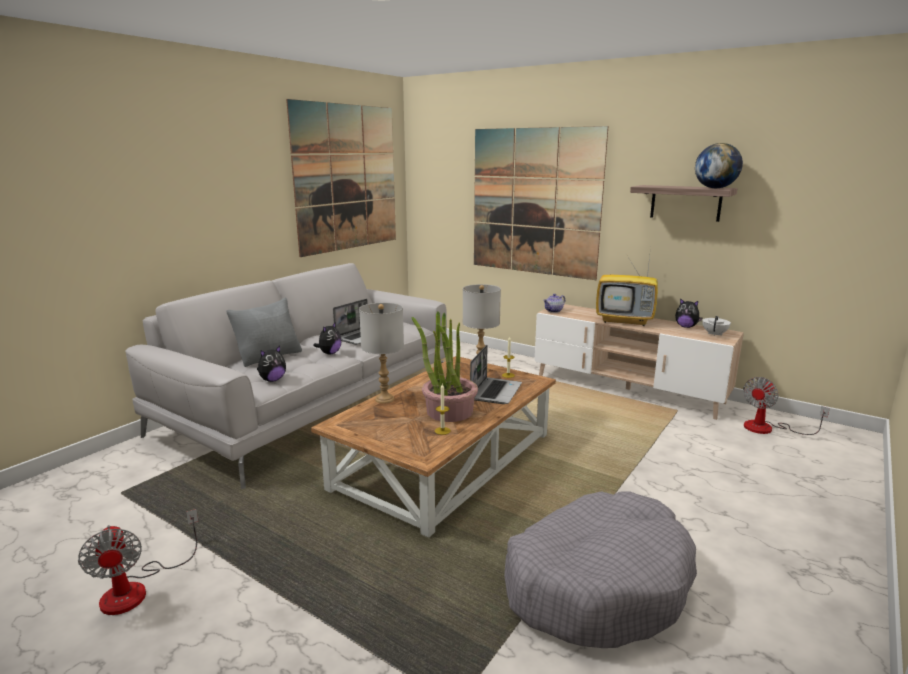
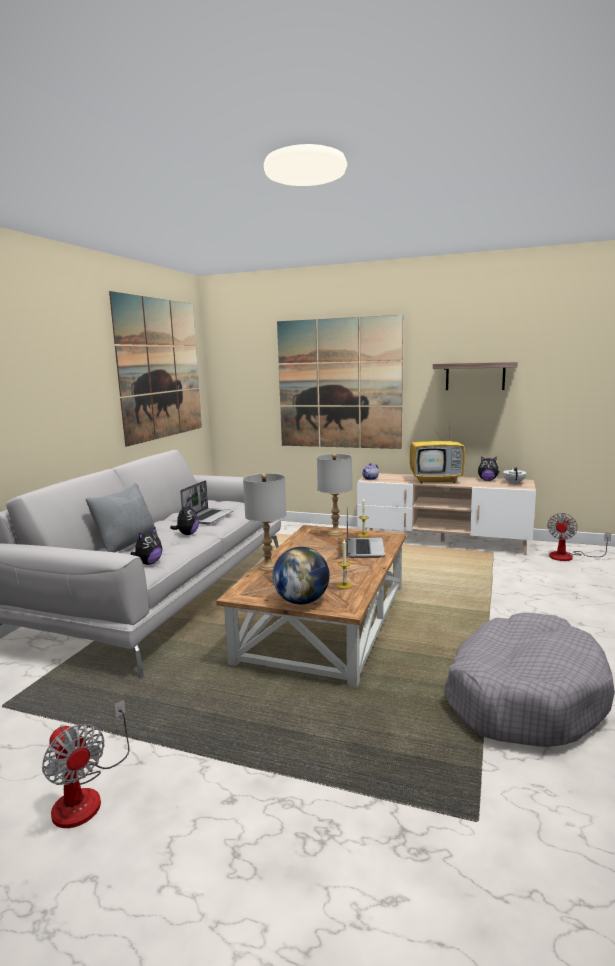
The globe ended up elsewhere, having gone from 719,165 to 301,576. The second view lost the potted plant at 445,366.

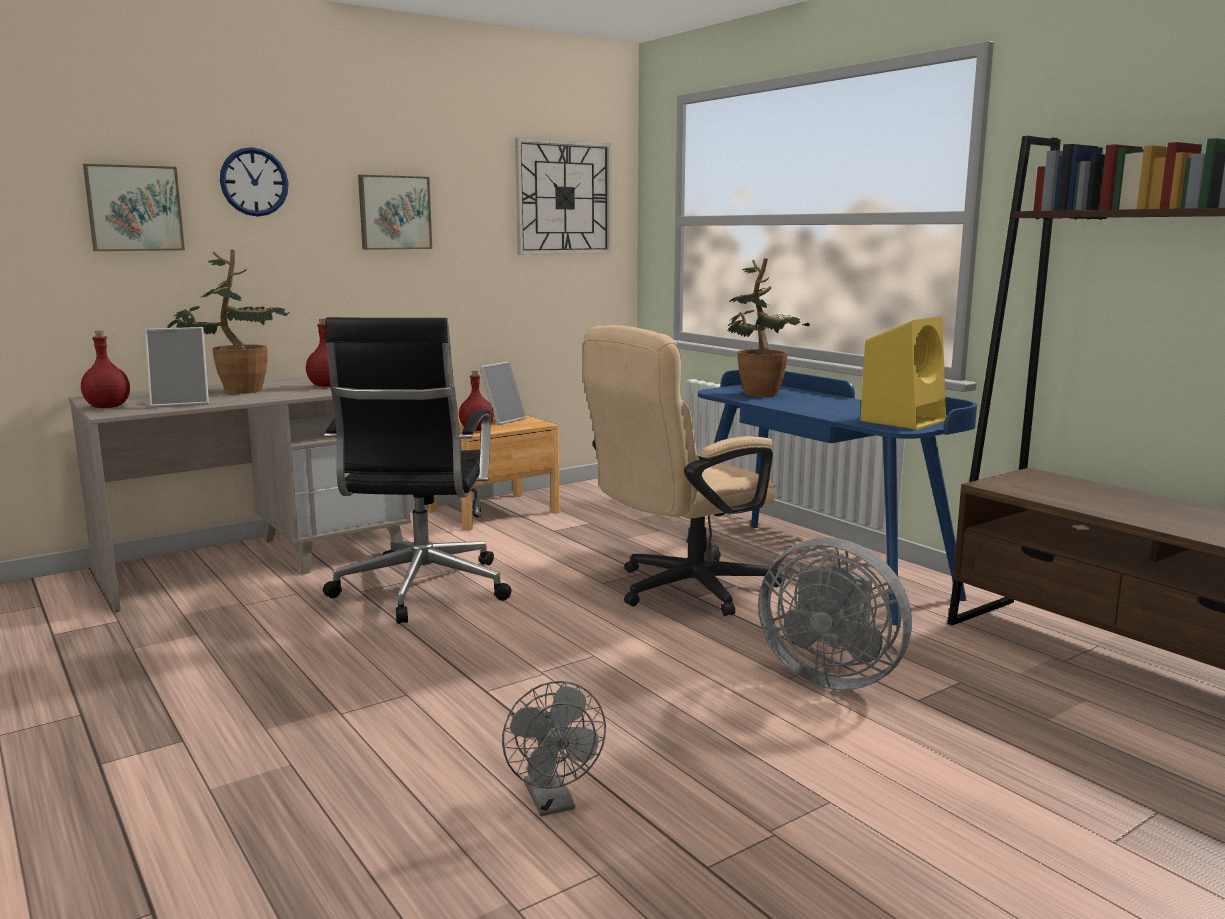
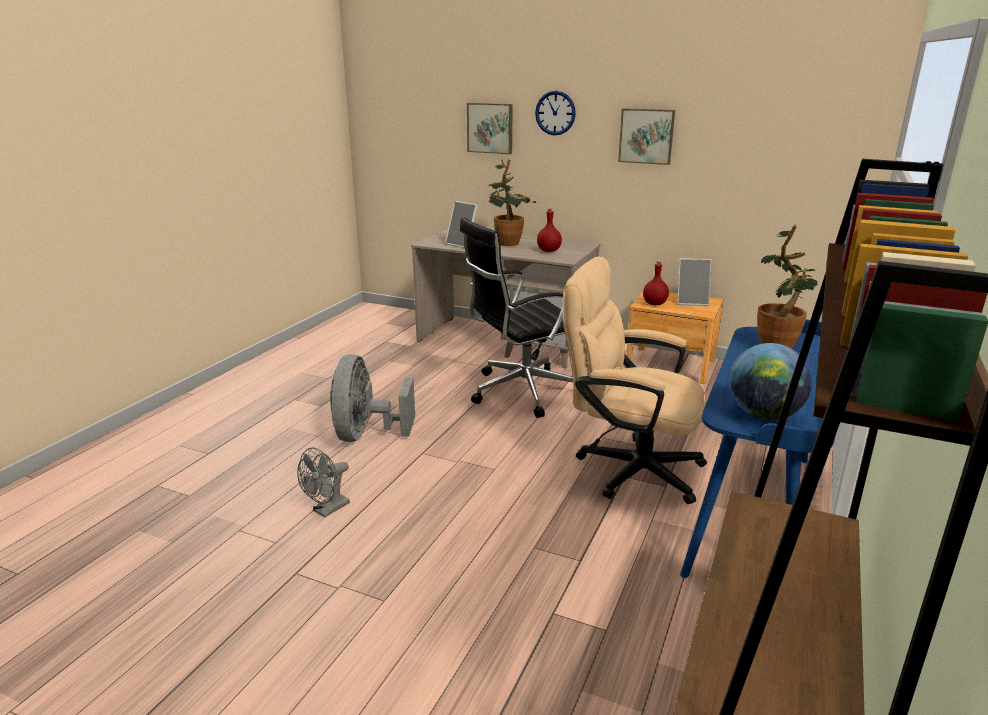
The second view lost the wall clock at 563,196. Where the speaker (yellow) stood at 903,373, the globe came to stand at 770,381. The second view lost the bottle (red) at 105,369. The fan (grey) ended up elsewhere, having gone from 835,614 to 372,398.

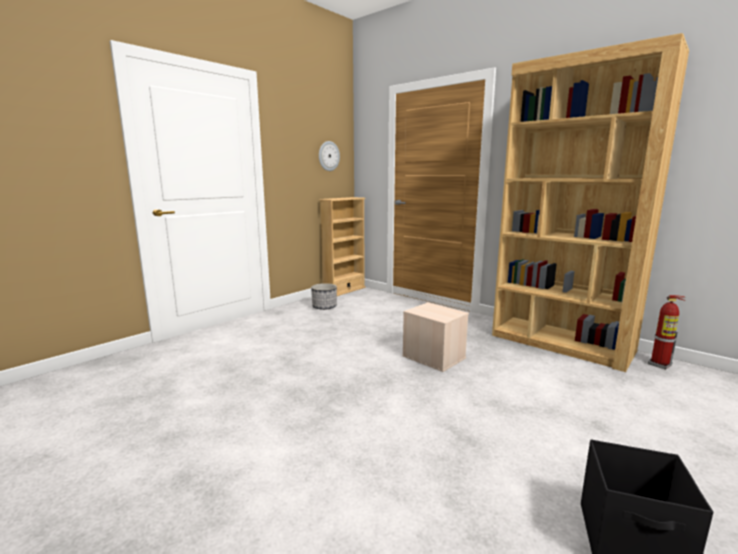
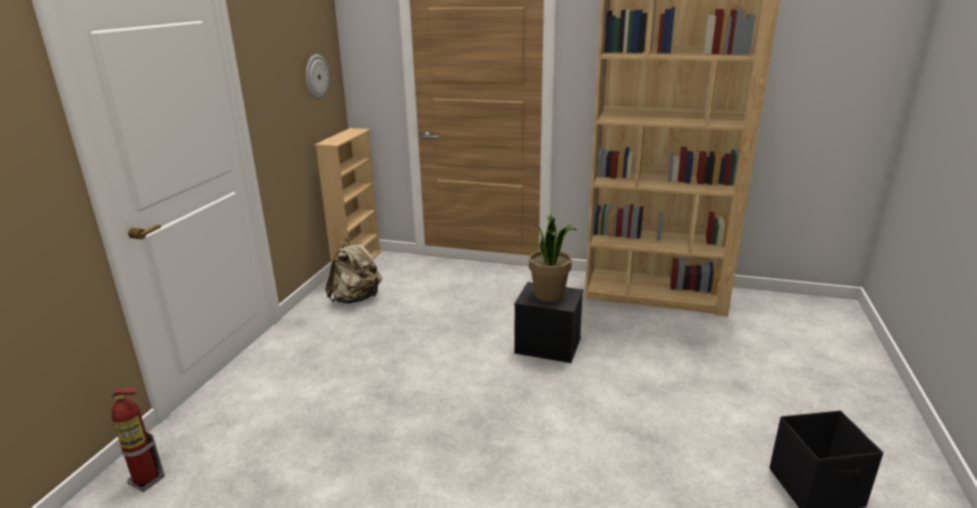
Where the planter stood at 324,296, the backpack (beige) came to stand at 353,271. The fire extinguisher ended up elsewhere, having gone from 667,332 to 138,440. What was the storage box (beige) at 435,337 turned into the storage box (black) at 548,322. The second view gained the potted plant at 553,258.

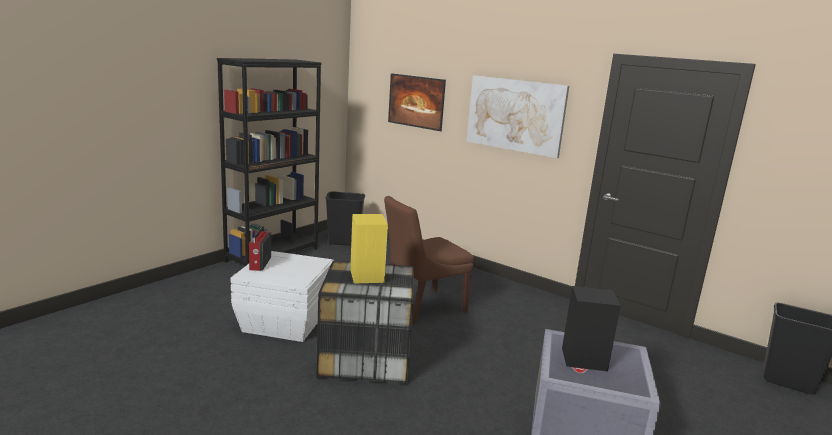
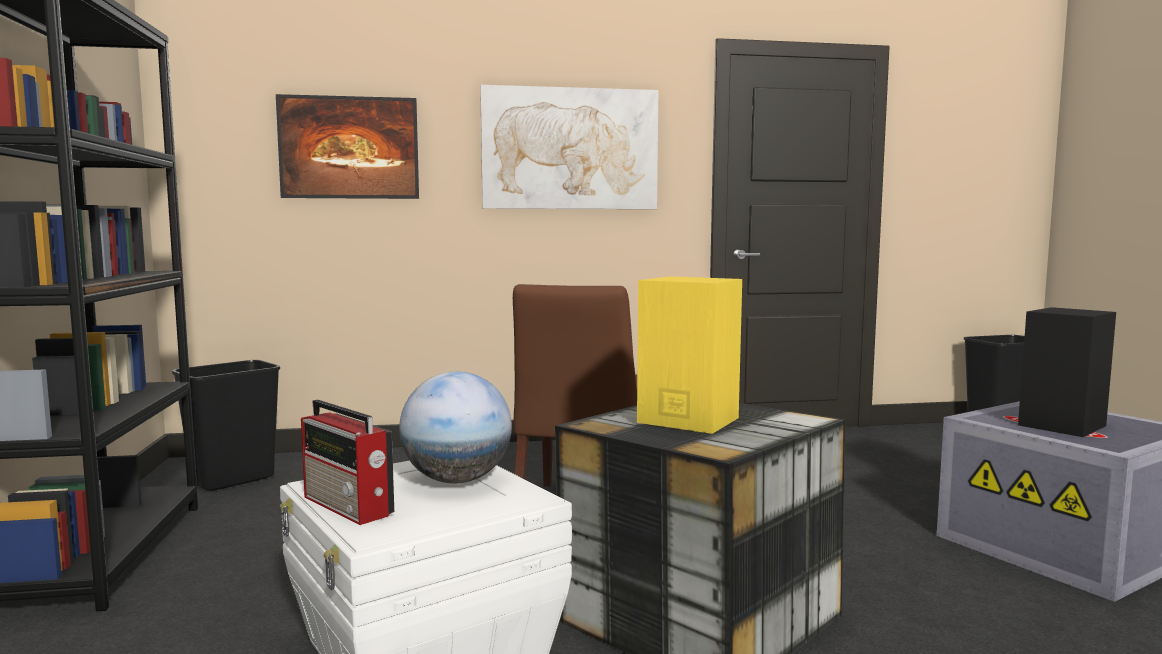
The second view gained the globe at 455,427.

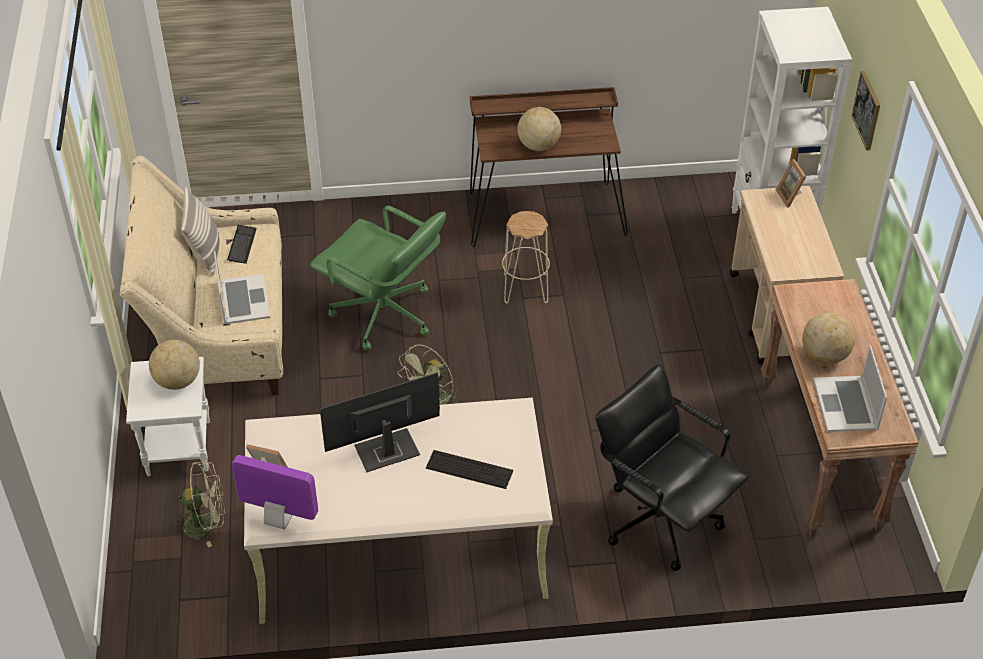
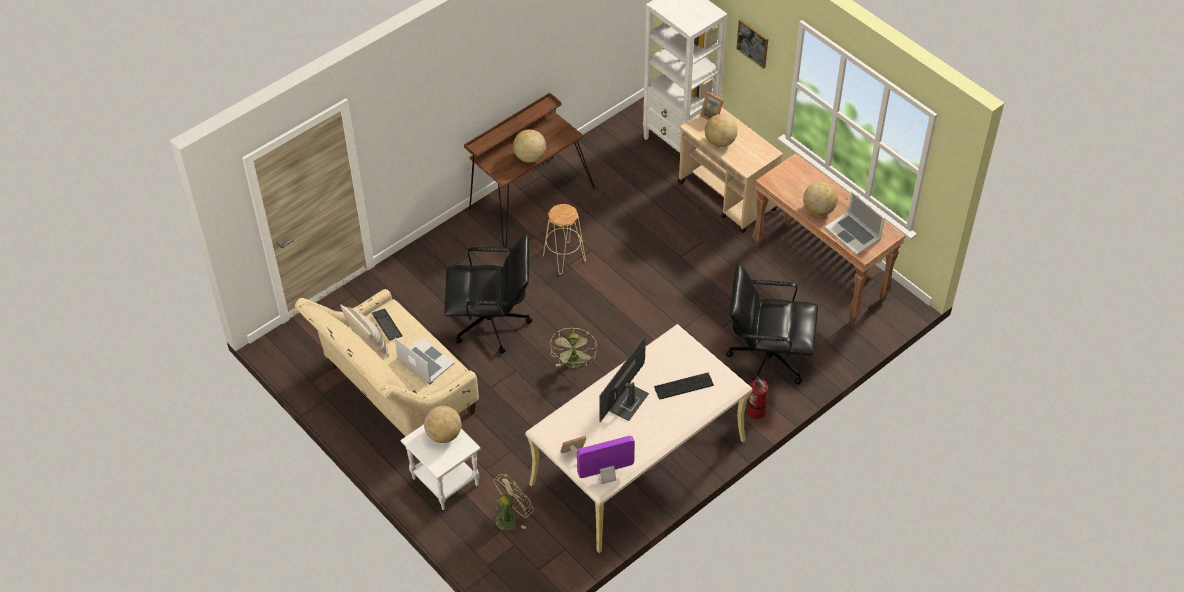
What was the office chair (green) at 378,278 turned into the office chair (black) at 488,293. The second view gained the globe at 721,130. The second view gained the fire extinguisher at 757,397.

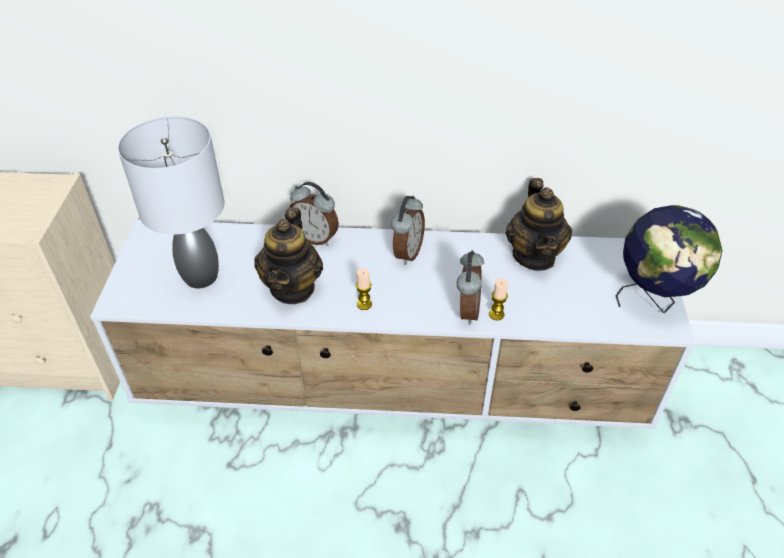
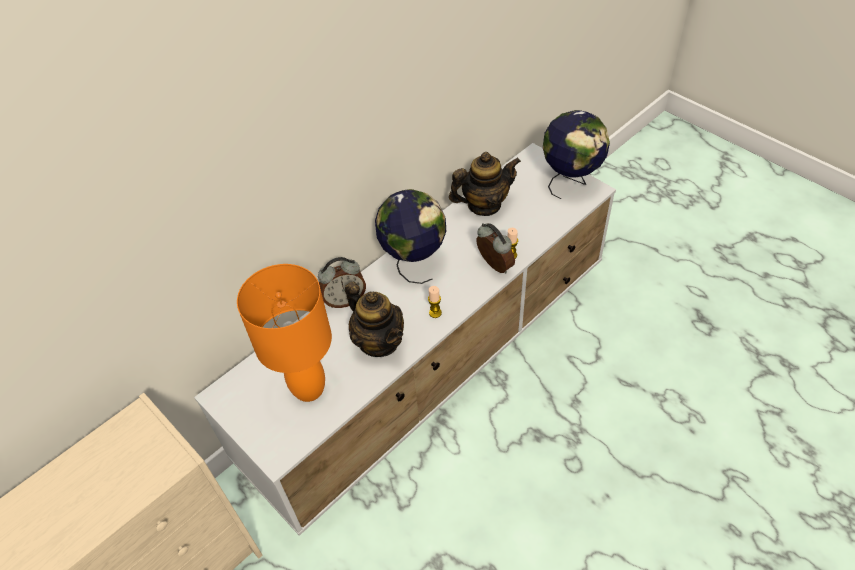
What was the table lamp (grey) at 171,202 turned into the table lamp (orange) at 284,333. The teapot at 538,224 ended up facing another way, 60 degrees counterclockwise from before. Where the alarm clock stood at 408,230, the globe came to stand at 410,236.

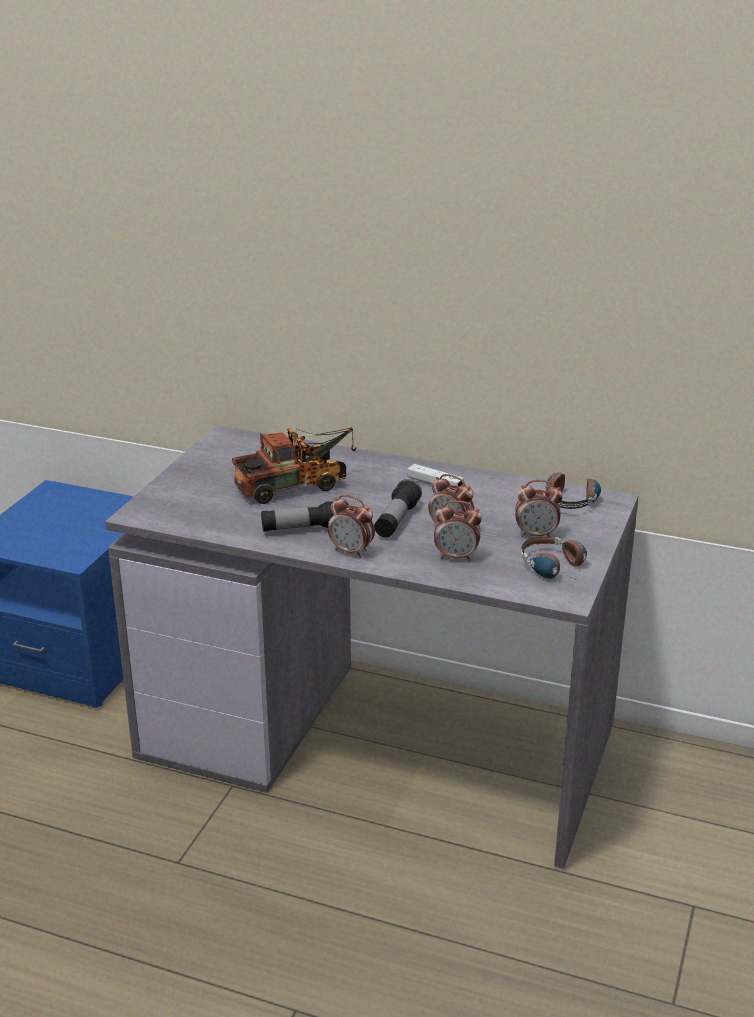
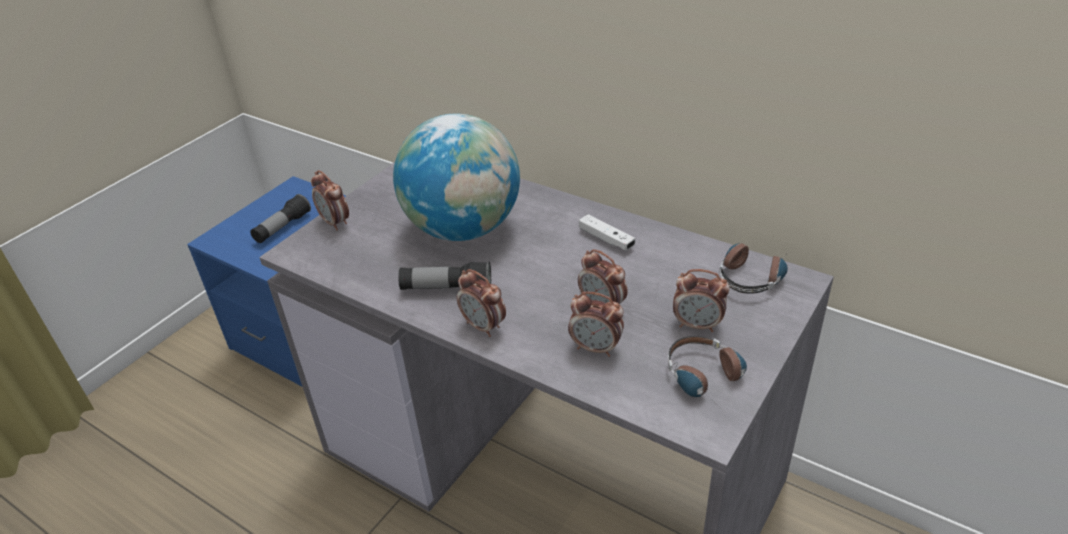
Where the toy truck stood at 294,465, the globe came to stand at 456,177. The flashlight ended up elsewhere, having gone from 398,508 to 280,218. The second view gained the alarm clock at 330,200.

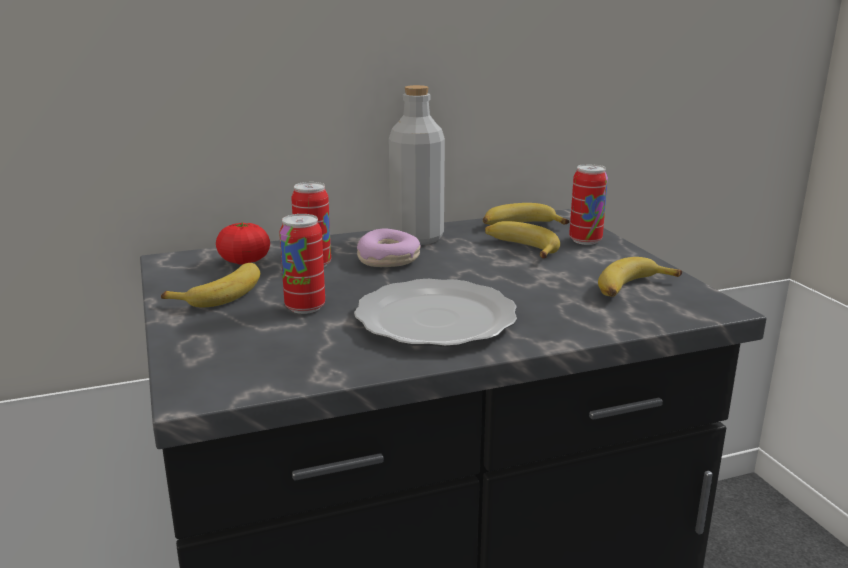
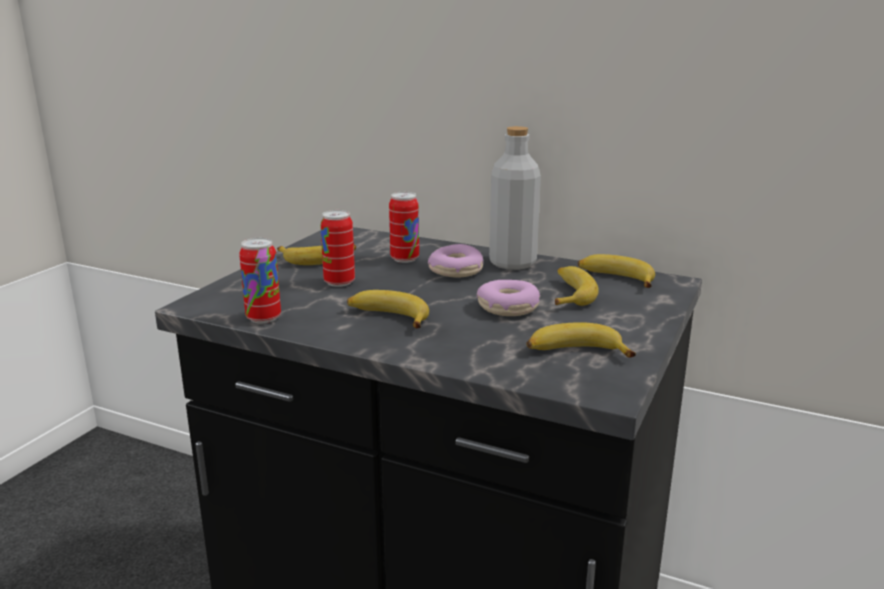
The can ended up elsewhere, having gone from 588,204 to 260,280. The second view lost the tomato at 243,243. Where the plate stood at 435,313, the banana came to stand at 388,309. The second view gained the donut at 508,298.

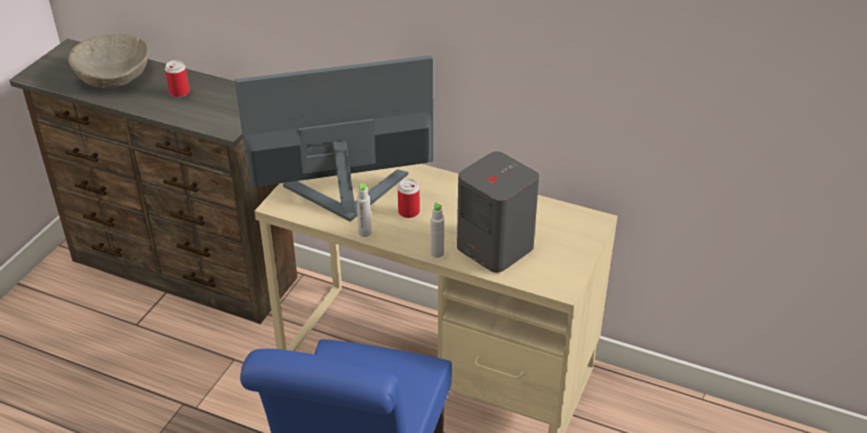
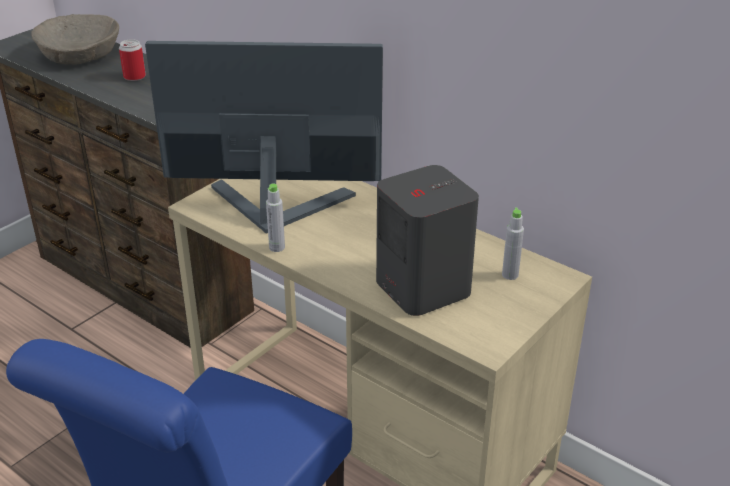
The second view lost the can at 409,198. The bottle (grey) ended up elsewhere, having gone from 437,230 to 513,244.

